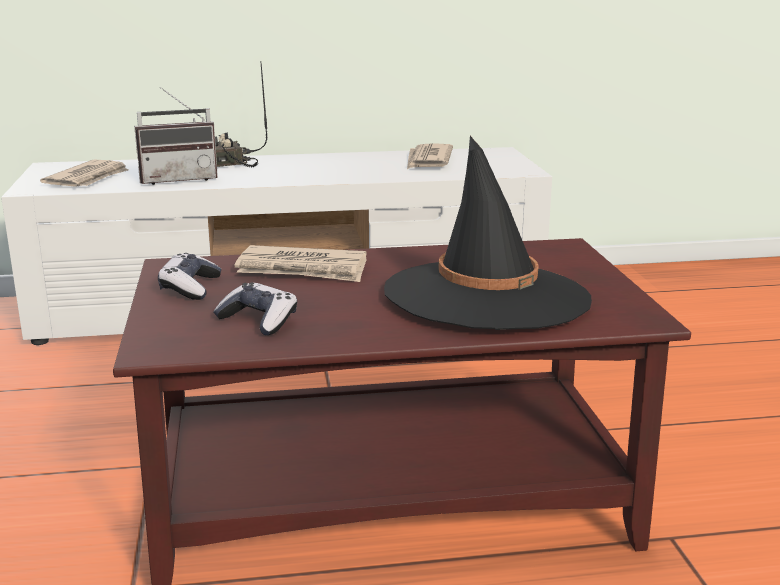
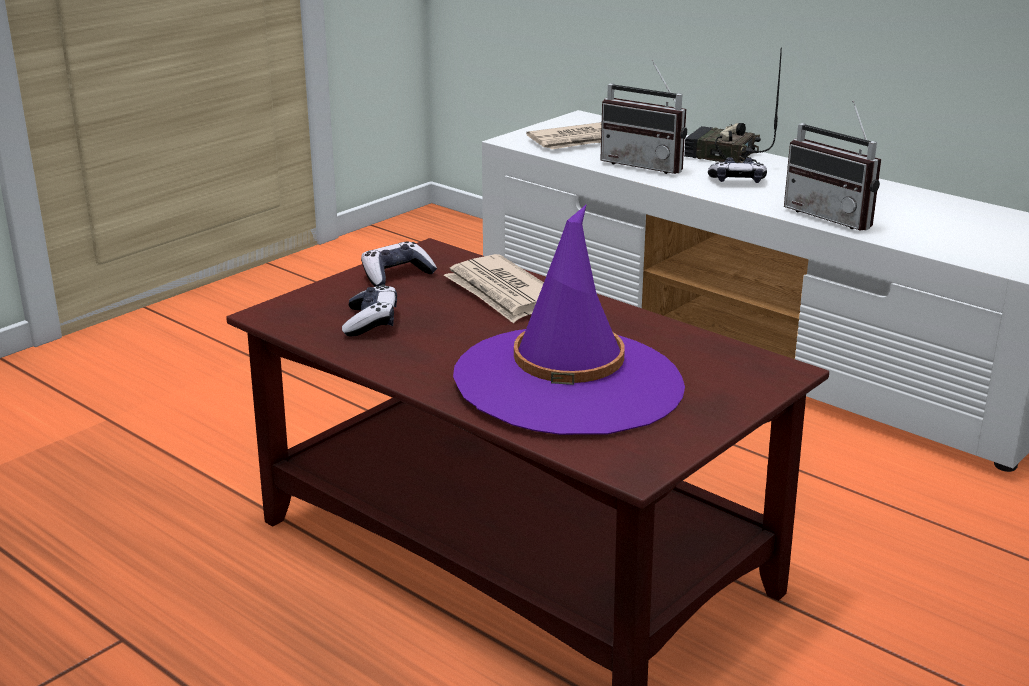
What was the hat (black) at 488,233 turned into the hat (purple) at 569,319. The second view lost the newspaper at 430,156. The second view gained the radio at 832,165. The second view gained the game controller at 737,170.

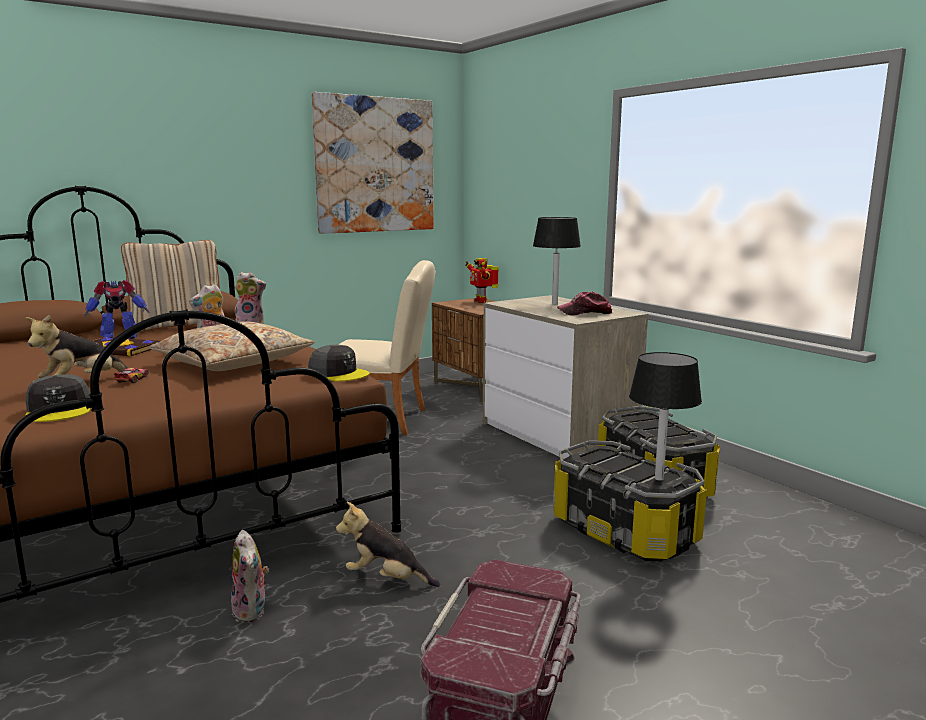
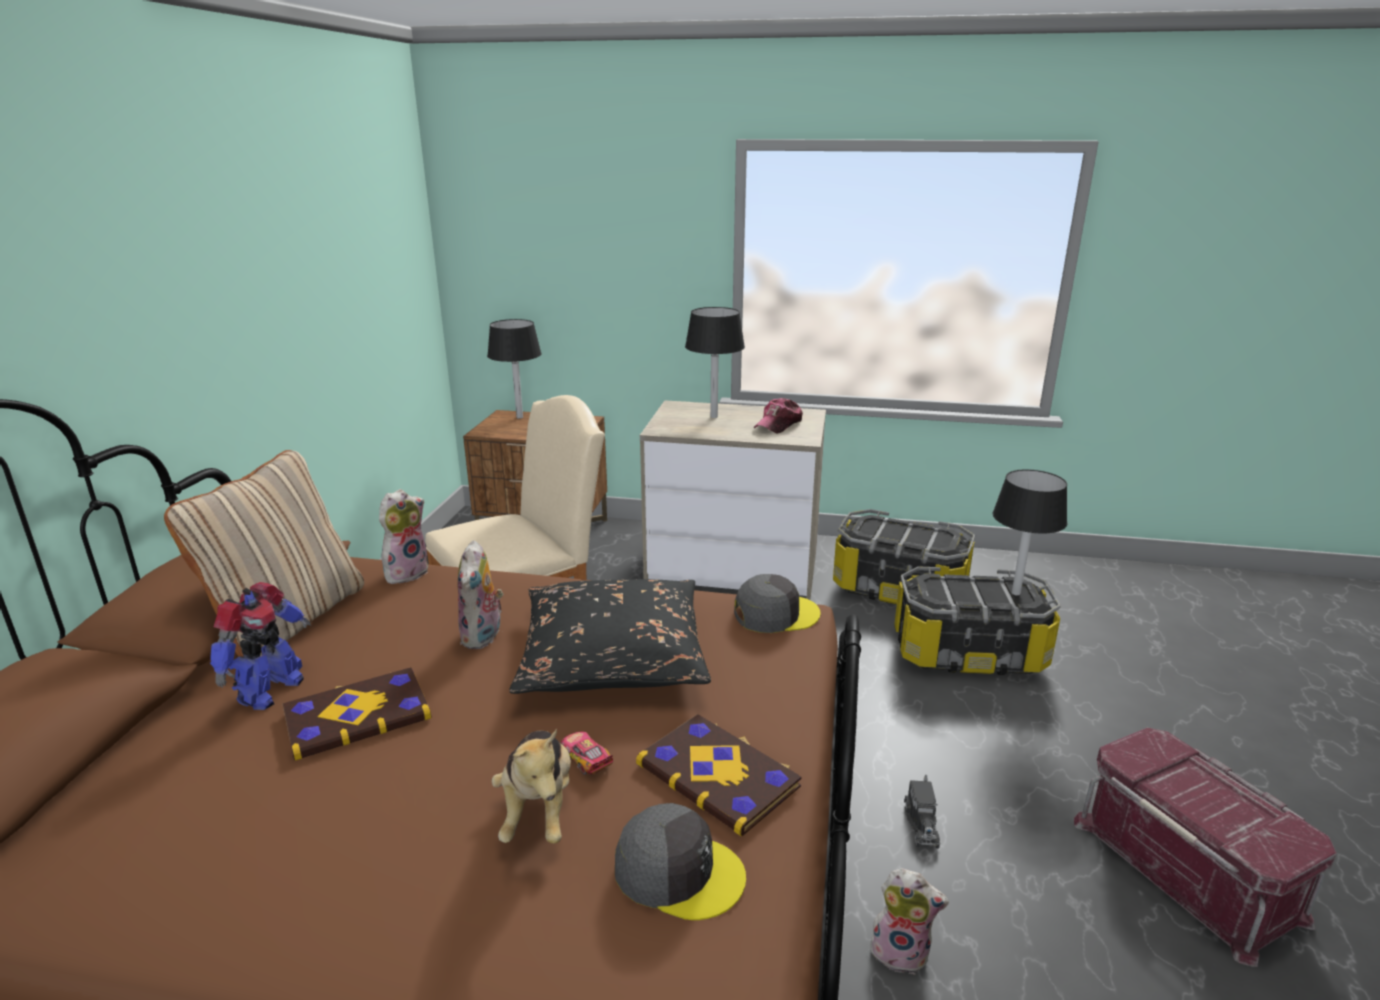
The second view lost the picture at 373,163. Where the toy robot stood at 482,280, the table lamp (black) came to stand at 514,369. What was the pillow (beige) at 231,346 turned into the pillow (black) at 610,636. Where the plush toy stood at 388,544, the toy truck came to stand at 922,811. The second view gained the book at 719,775.

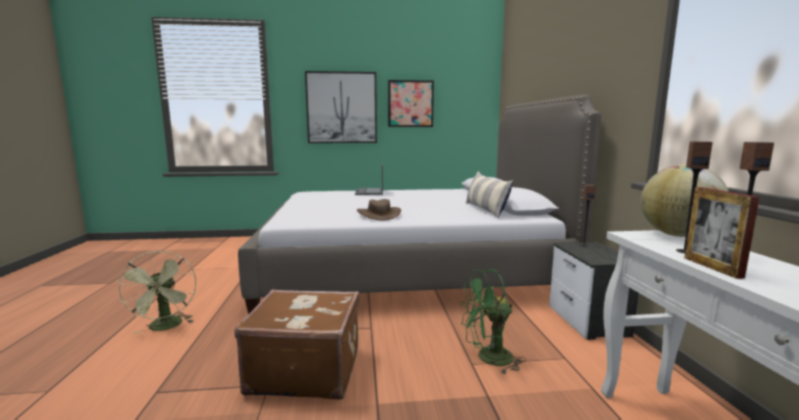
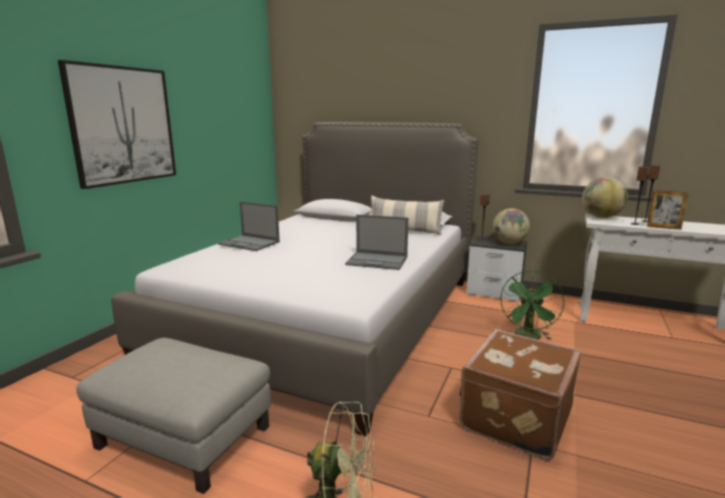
The second view lost the picture at 411,103. Where the hat (brown) stood at 379,210, the laptop came to stand at 376,242. The second view gained the globe at 511,226. The second view gained the ottoman (grey) at 173,416.

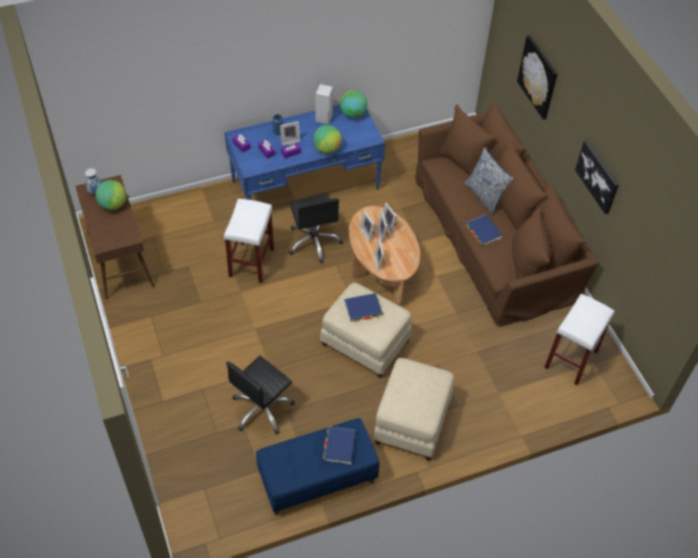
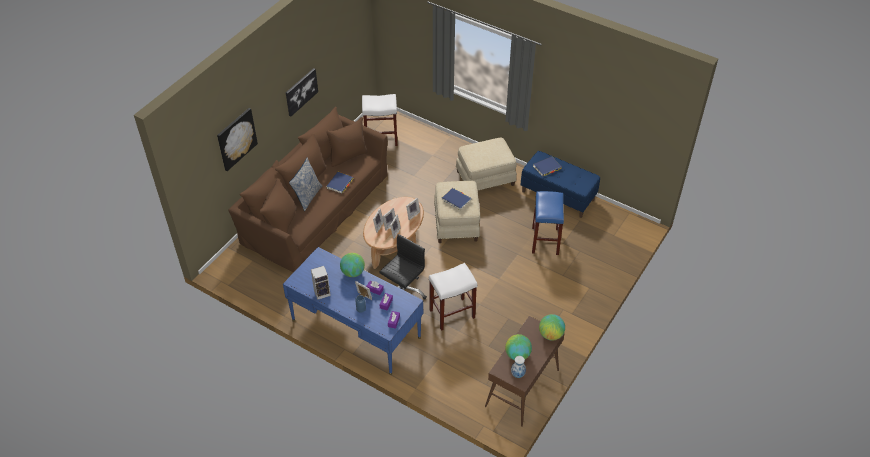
The globe ended up elsewhere, having gone from 353,104 to 552,327. Where the office chair (black) stood at 260,395, the stool (blue) came to stand at 548,223.

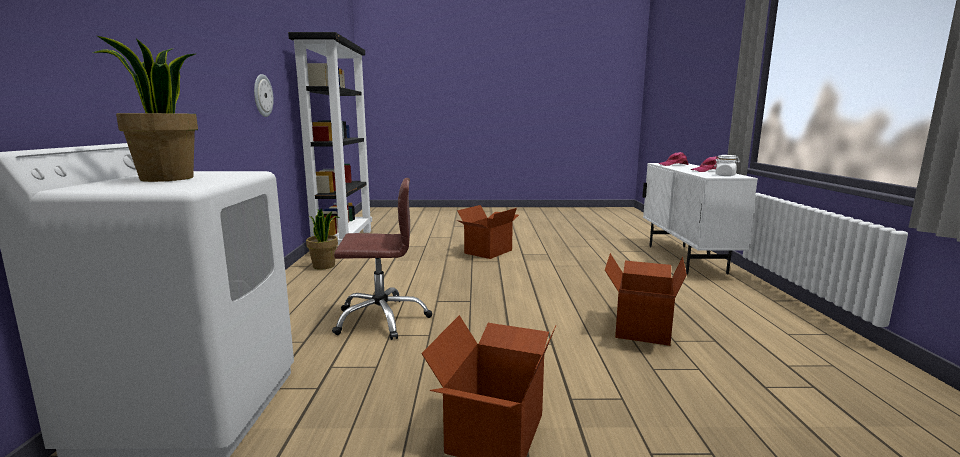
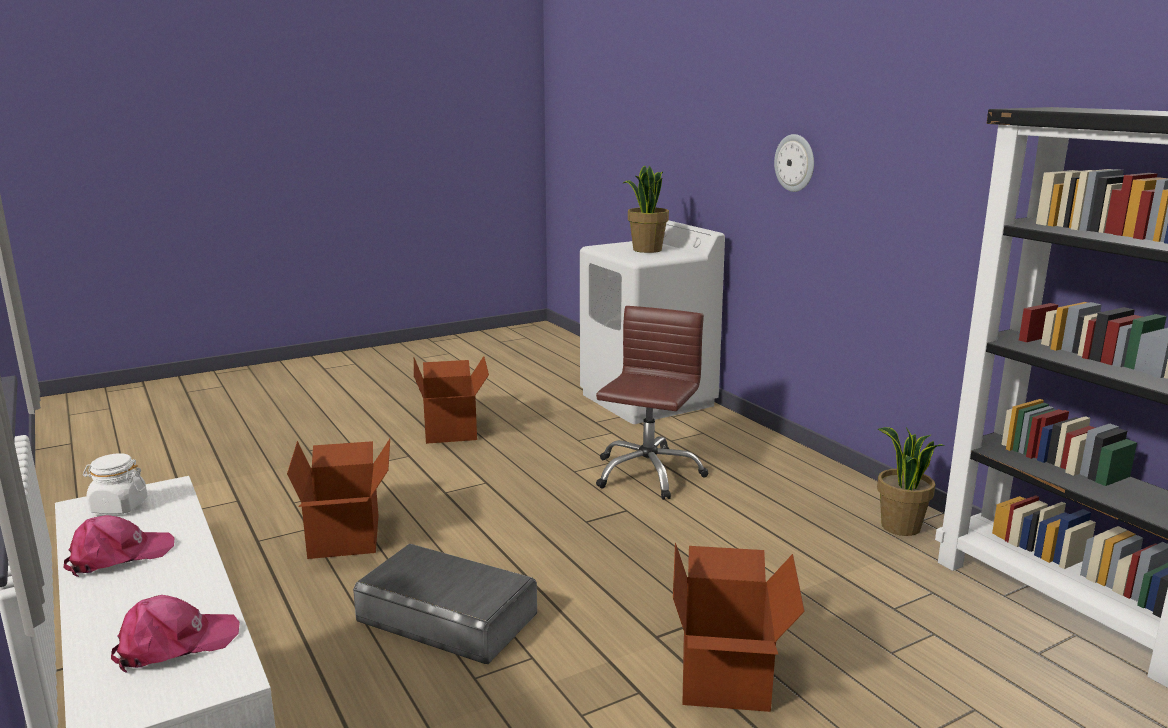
The wall clock ended up elsewhere, having gone from 263,95 to 794,163. The office chair (brown) at 382,259 ended up facing another way, 150 degrees clockwise from before. The second view gained the storage box (grey) at 445,604.

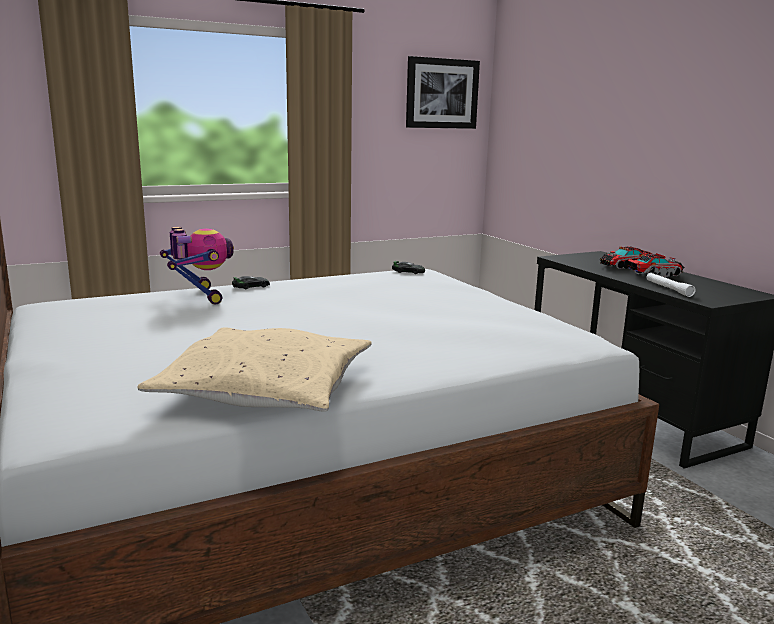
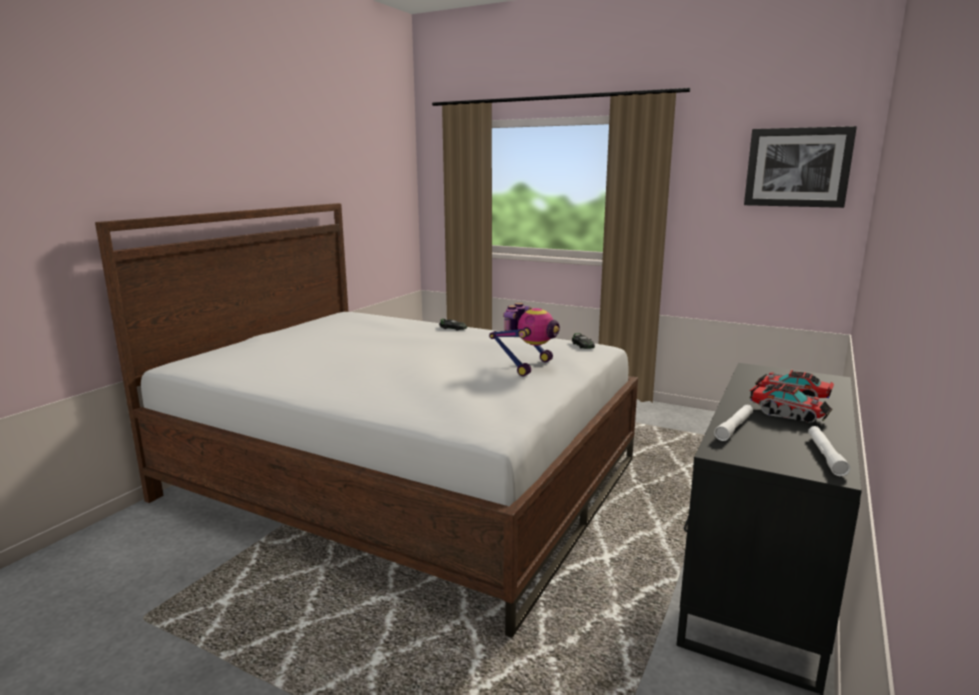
The toy robot ended up elsewhere, having gone from 197,265 to 524,340. The second view lost the pillow (beige) at 254,369. The second view gained the flashlight (white) at 829,451.

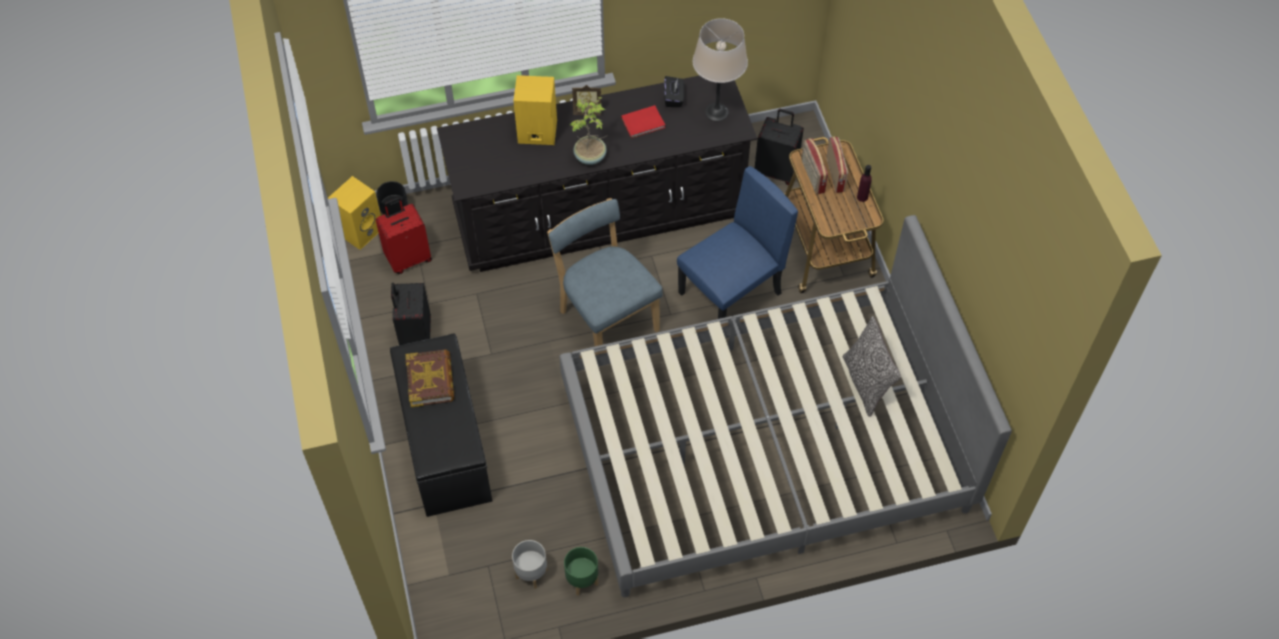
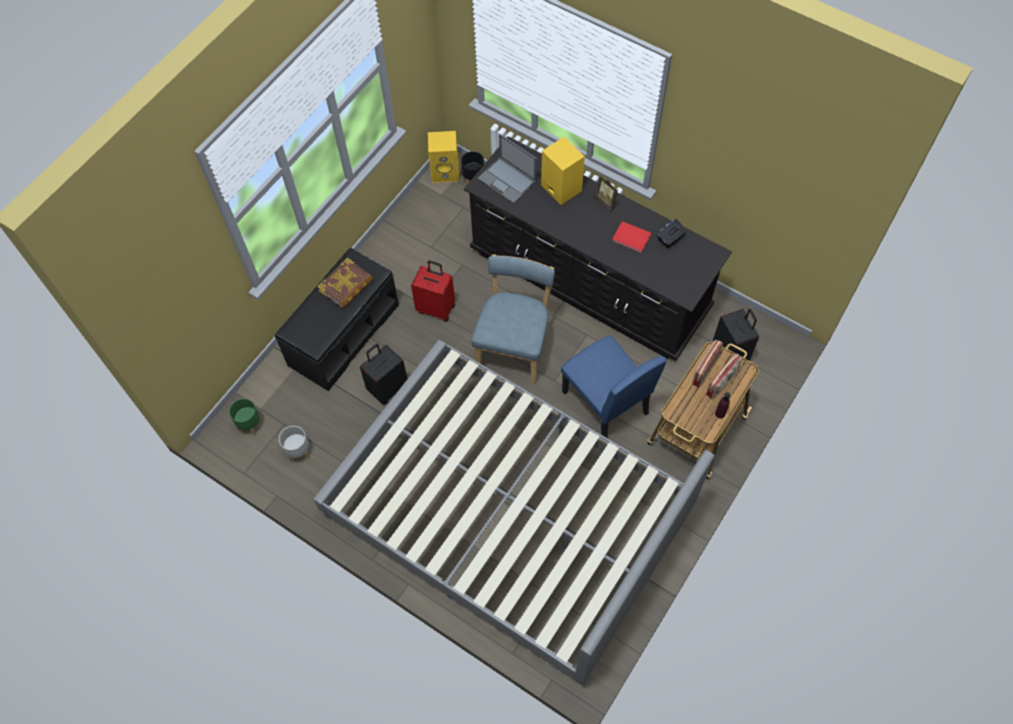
The second view lost the table lamp (beige) at 720,69. The second view lost the potted plant at 589,131. The chair (blue) at 737,242 ended up facing another way, 45 degrees clockwise from before. The suitcase (red) ended up elsewhere, having gone from 404,235 to 433,291. The suitcase (black) ended up elsewhere, having gone from 411,314 to 383,374. The second view lost the pillow at 872,366. The planter (green) ended up elsewhere, having gone from 581,571 to 246,417. The second view gained the laptop at 507,169.

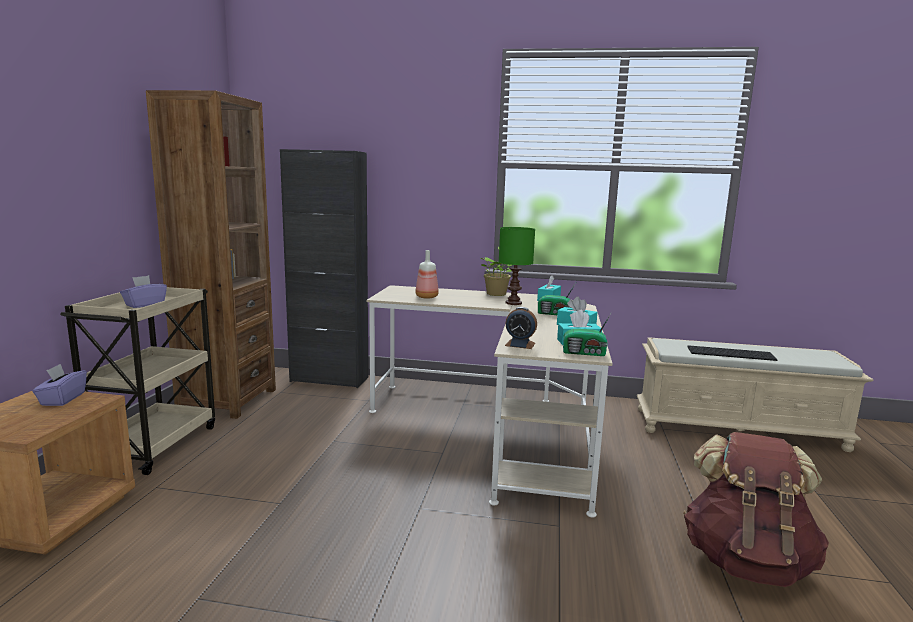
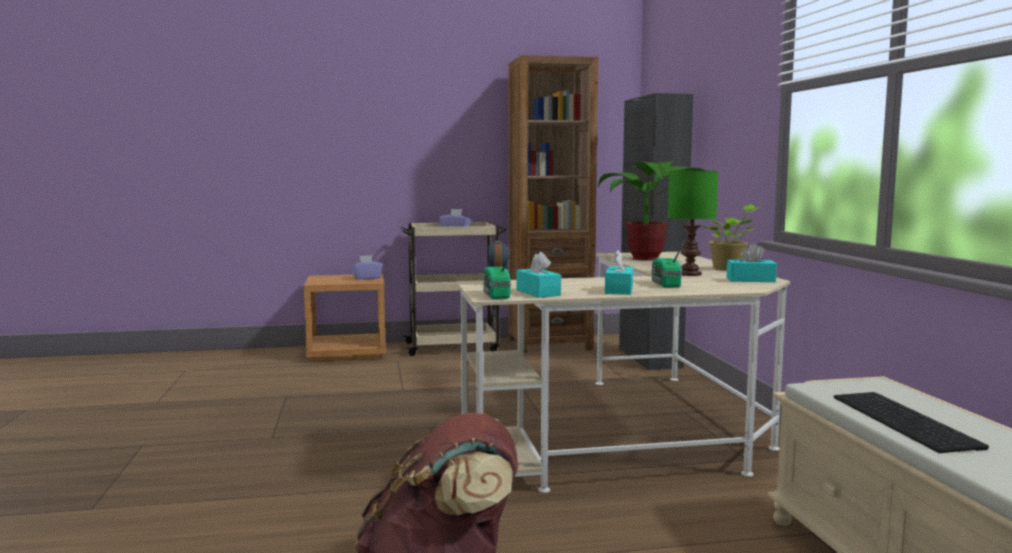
Where the bottle stood at 427,274, the potted plant came to stand at 652,211.

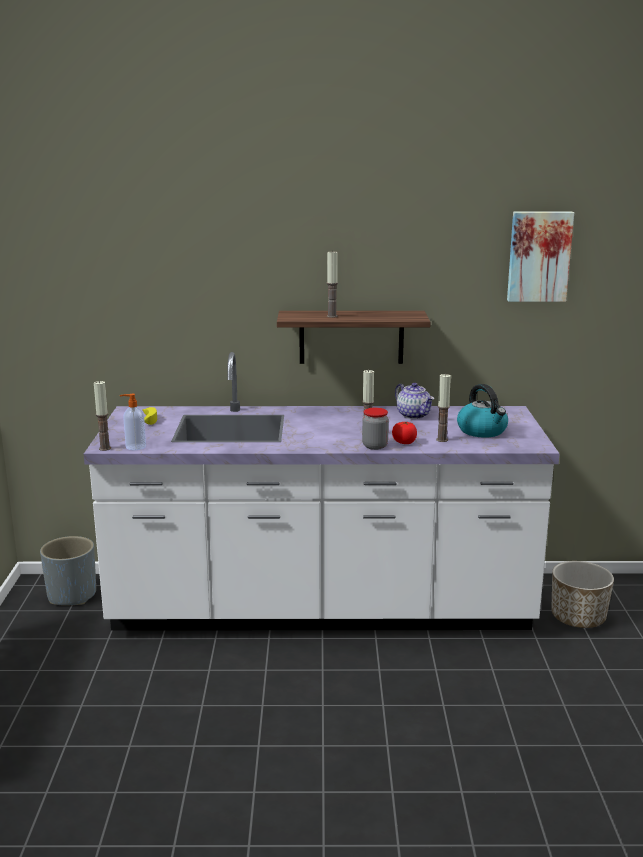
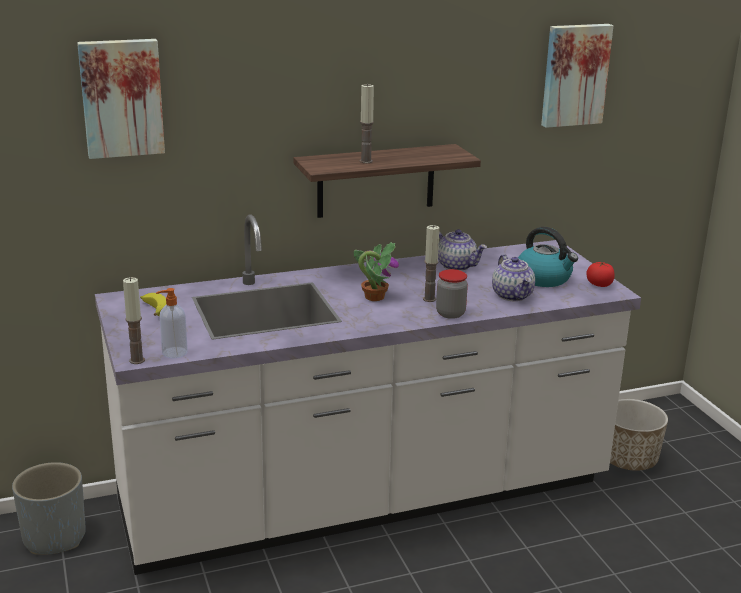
Where the candle stood at 443,407, the teapot came to stand at 513,277. The tomato ended up elsewhere, having gone from 404,433 to 600,274. The second view gained the picture at 121,99. The second view gained the potted plant at 376,271.

